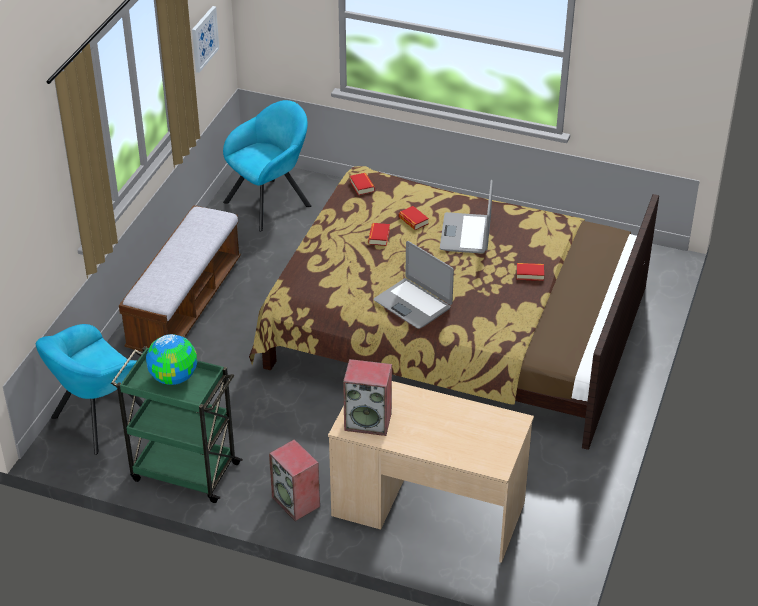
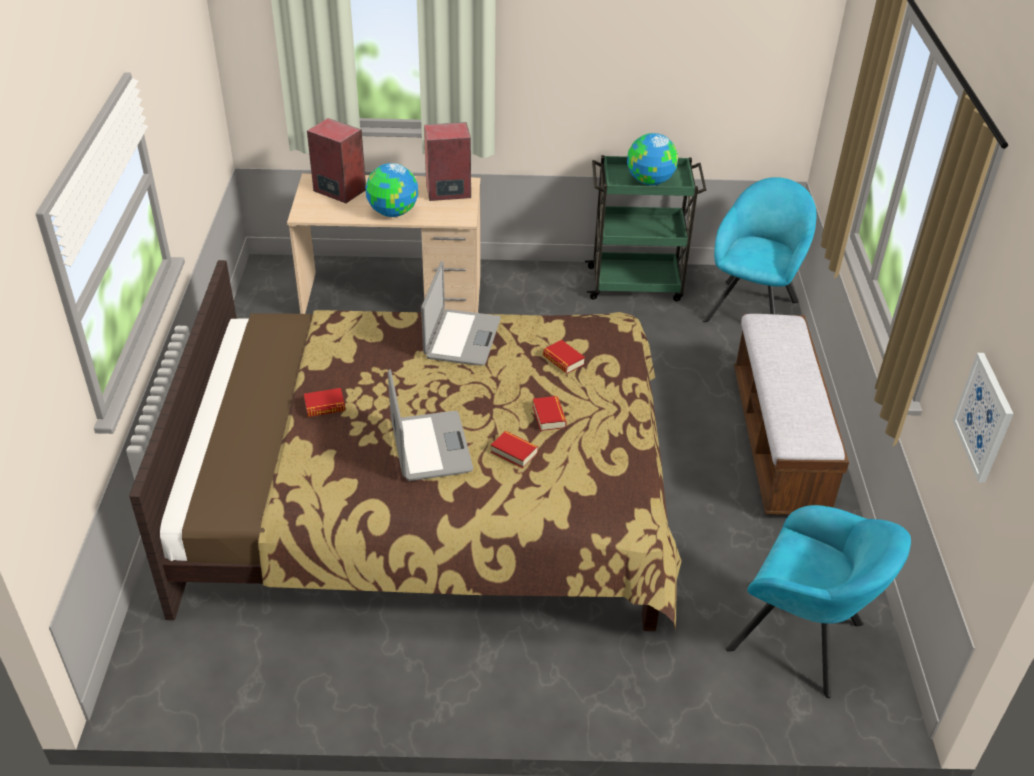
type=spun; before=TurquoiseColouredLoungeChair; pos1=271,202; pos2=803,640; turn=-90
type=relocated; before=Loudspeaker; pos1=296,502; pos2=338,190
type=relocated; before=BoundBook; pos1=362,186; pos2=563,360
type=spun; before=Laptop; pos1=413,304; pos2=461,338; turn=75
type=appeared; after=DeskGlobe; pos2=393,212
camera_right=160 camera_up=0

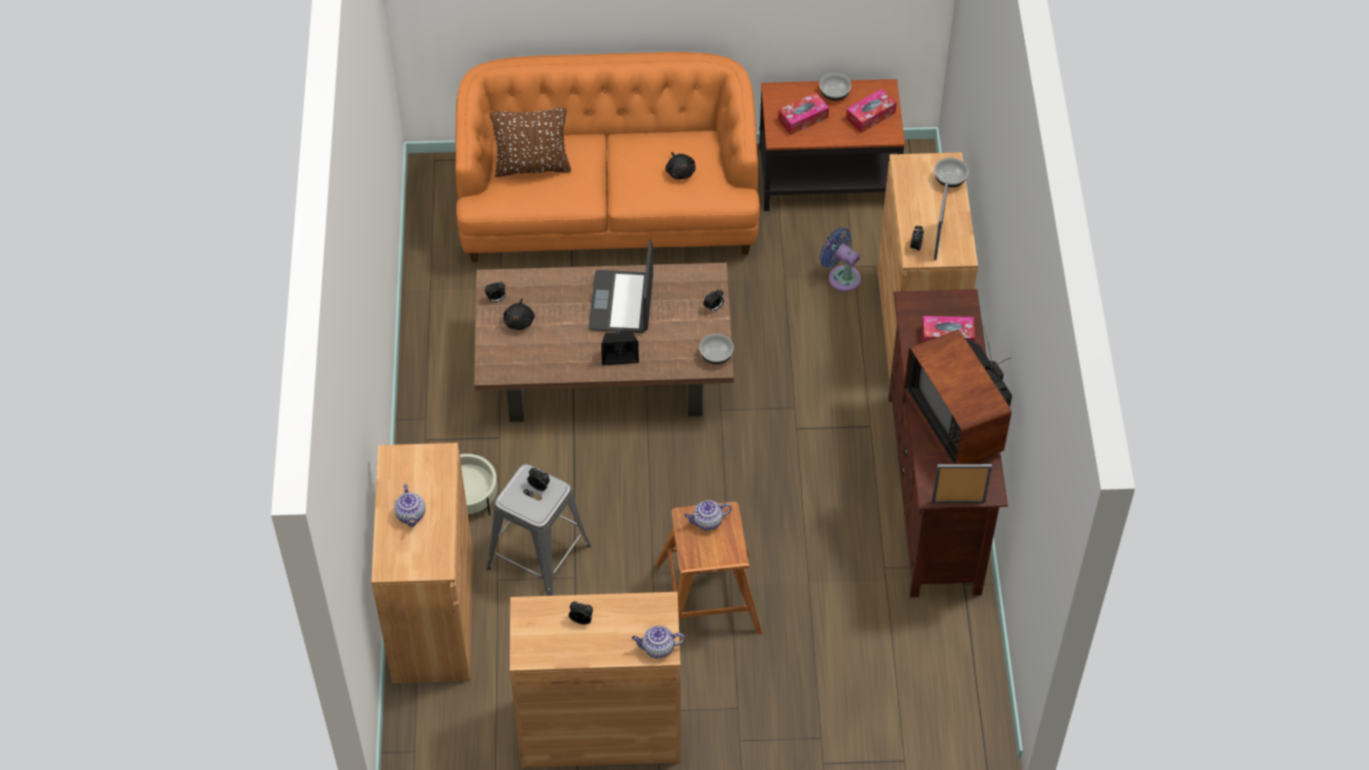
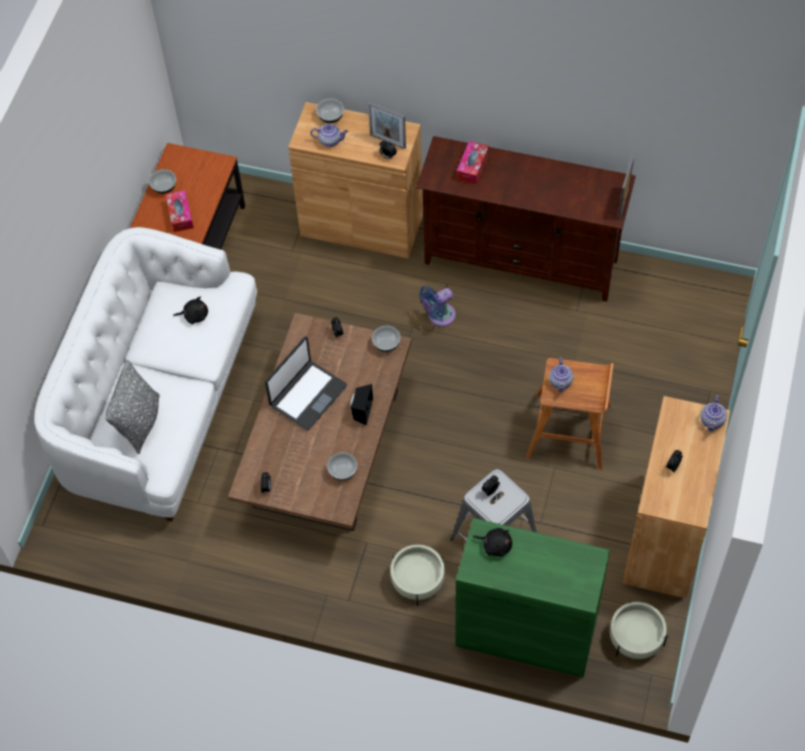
type=colour; before=BrownishCupboard; after=GreenishCupboard; pos1=433,614; pos2=526,632
type=relocated; before=TeaPot; pos1=411,515; pos2=330,140
type=colour; before=OrangeColouredCouch; after=WhiteCouch; pos1=609,210; pos2=160,403
type=colour; before=BrownishCushion; after=GrayCushion; pos1=532,166; pos2=139,422
type=relocated; before=BlackishPlushToy; pos1=519,321; pos2=495,545
type=spun; before=Laptop; pos1=622,303; pos2=307,395; turn=-75
type=relocated; before=BlueFan; pos1=841,276; pos2=439,316
type=missing; before=TissueHolder; pos1=870,116
type=missing; before=TvSet; pos1=960,420
type=appeared; after=Bowl; pos2=342,471
type=appeared; after=SandColouredPlantPot; pos2=636,637
camera_right=-70 camera_up=5

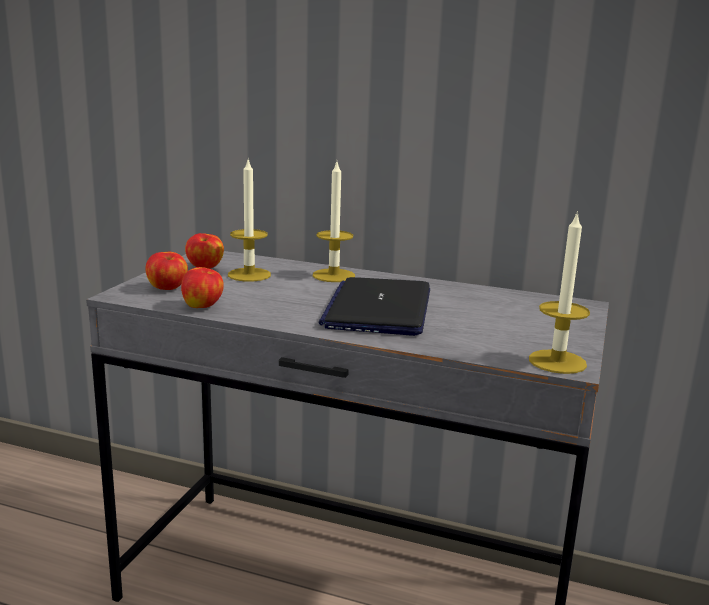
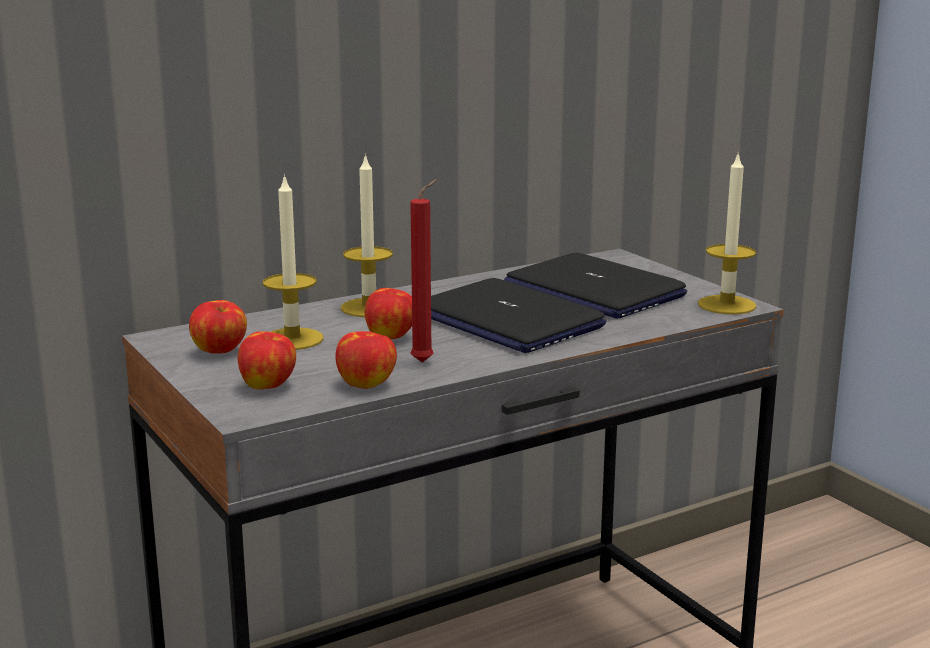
type=appeared; after=AppleFruit; pos2=391,337
type=appeared; after=ReddishWaxCandle; pos2=425,361
type=appeared; after=Laptop; pos2=592,290
camera_right=-50 camera_up=0

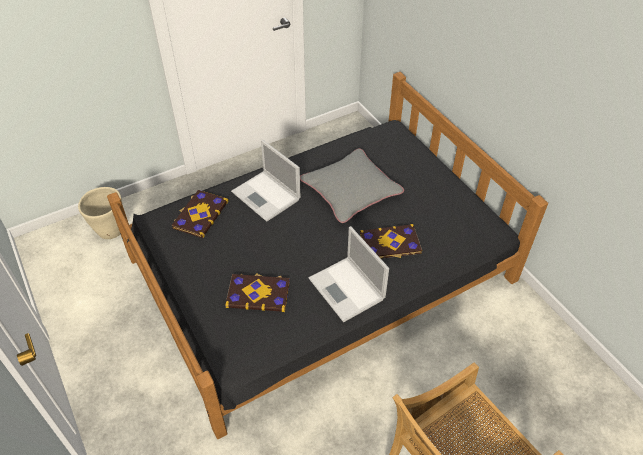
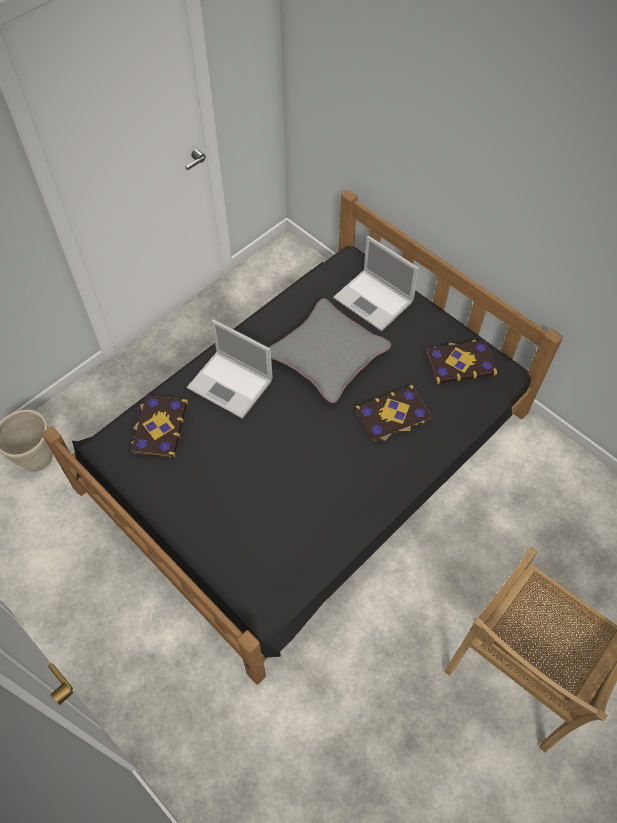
type=relocated; before=BoundBook; pos1=258,293; pos2=460,362
type=relocated; before=Laptop; pos1=347,289; pos2=374,300
camera_right=-15 camera_up=10

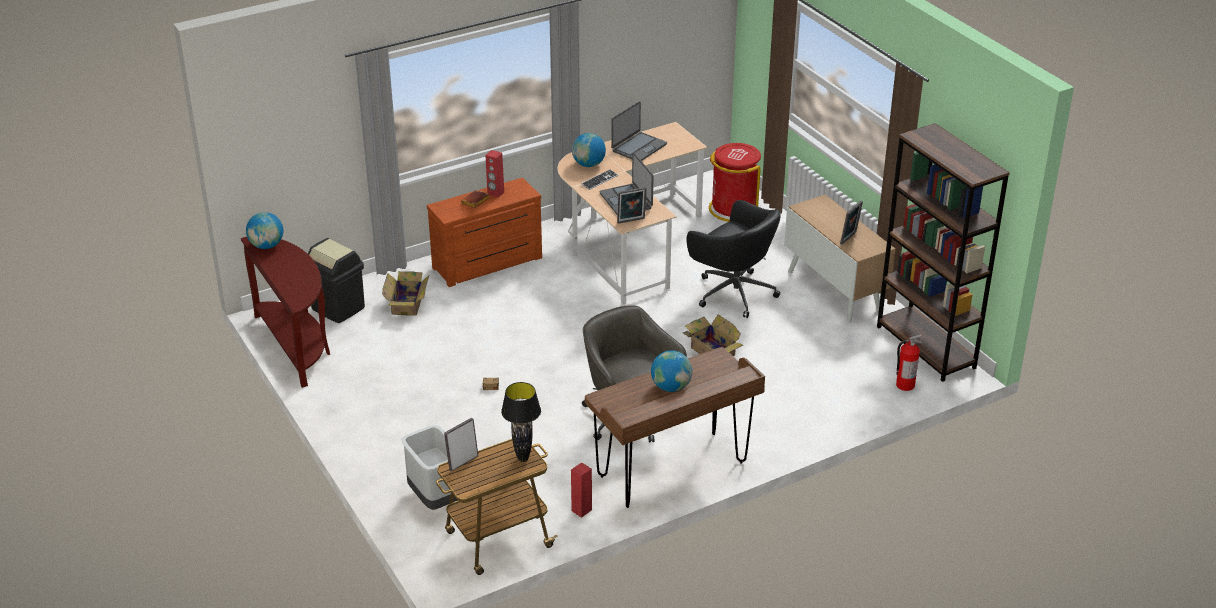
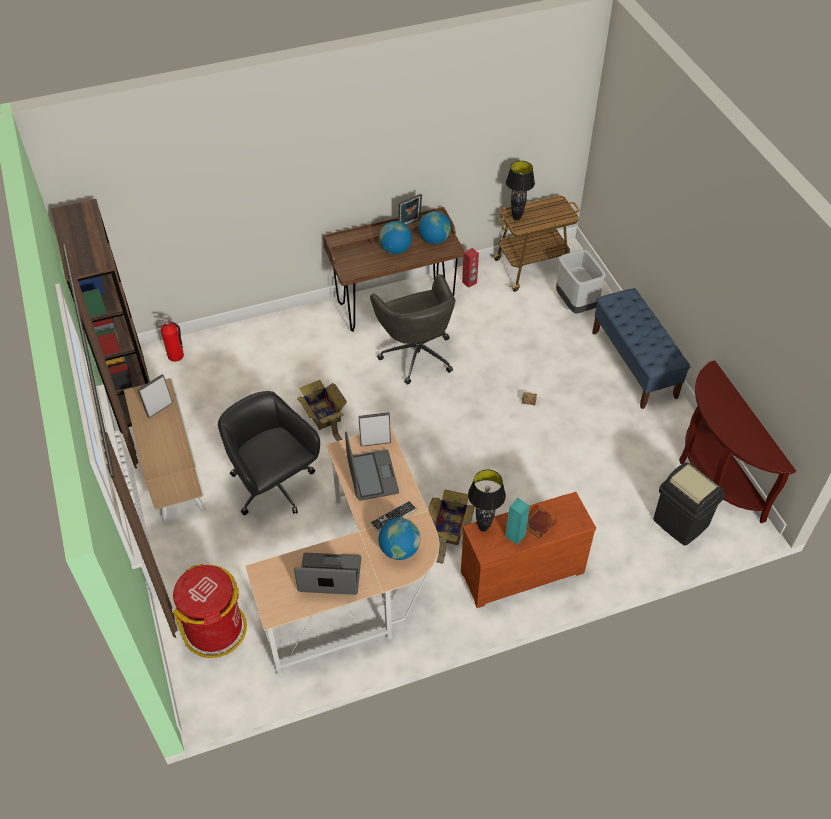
type=relocated; before=DeskGlobe; pos1=267,246; pos2=434,240
type=relocated; before=Carton; pos1=408,303; pos2=448,529
type=relocated; before=StandingFrame; pos1=462,462; pos2=409,224
type=colour; before=ReddishLoudspeaker; after=TurquoiseColouredLoudspeaker; pos1=495,193; pos2=515,536
type=spun; before=Laptop; pos1=638,147; pos2=330,576; turn=45
type=appeared; after=BlackishLampForATable; pos2=483,528
type=appeared; after=BlueIndoorBench; pos2=634,365
camera_right=-170 camera_up=15

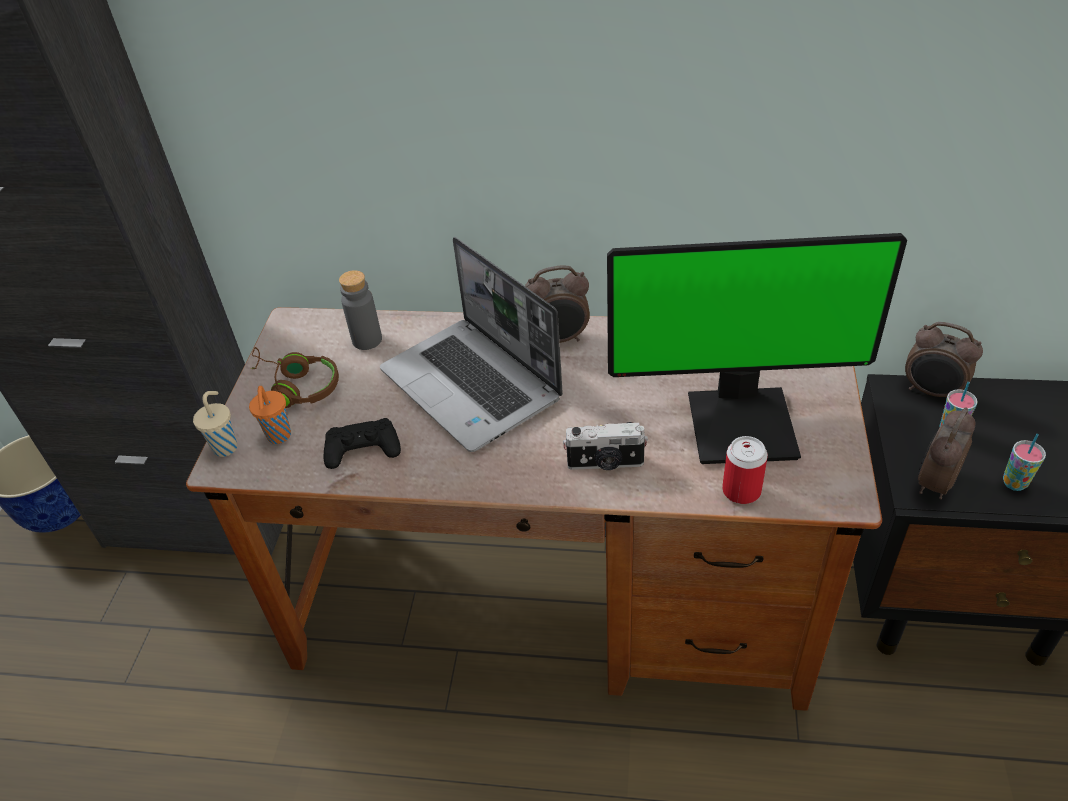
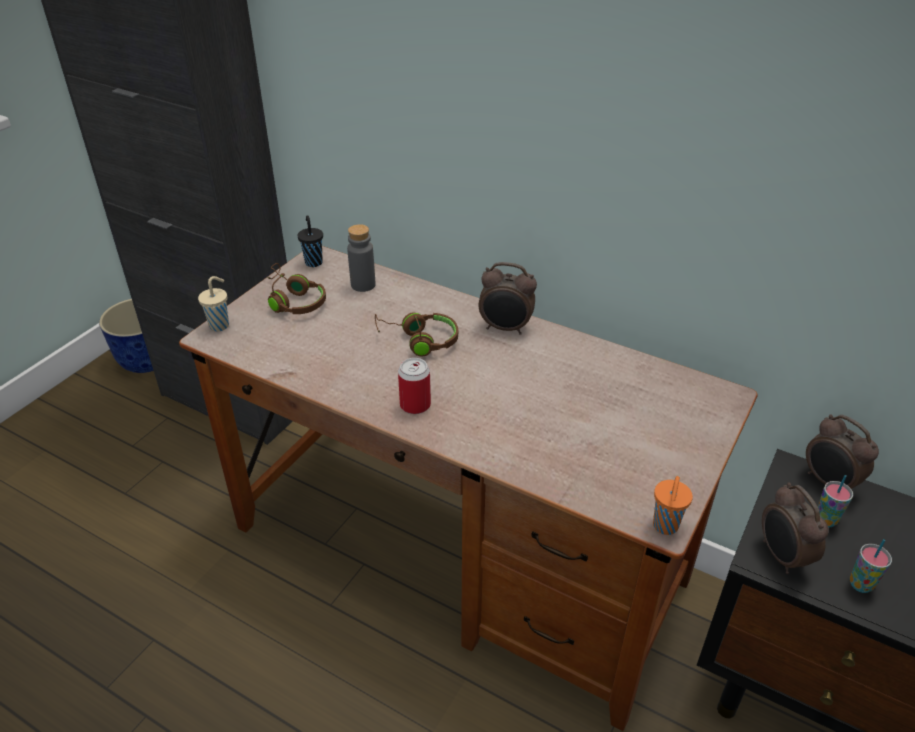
type=relocated; before=OrangeColouredCup; pos1=279,437; pos2=665,527
type=missing; before=BlackishJoypad; pos1=363,449
type=exchanged; before=Laptop; after=BrownishHeadset; pos1=473,385; pos2=418,340
type=missing; before=PhotoCamera; pos1=605,464
type=missing; before=ComputerDisplay; pos1=742,422
type=relocated; before=SealedCan; pos1=741,490; pos2=415,405
type=spun; before=BedsideClock; pos1=934,483; pos2=781,556; turn=-75
type=appeared; after=BlackishCup; pos2=313,262
camera_right=20 camera_up=-5

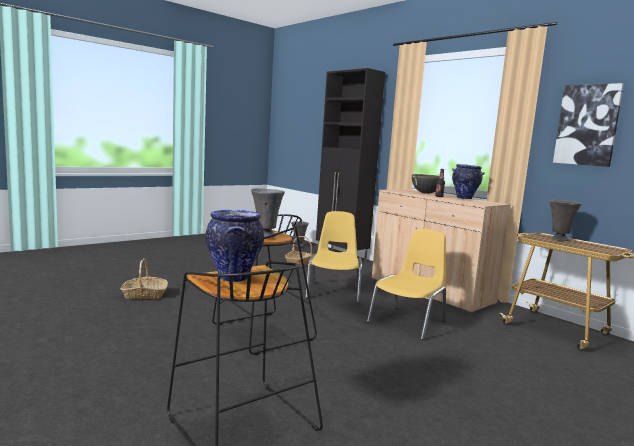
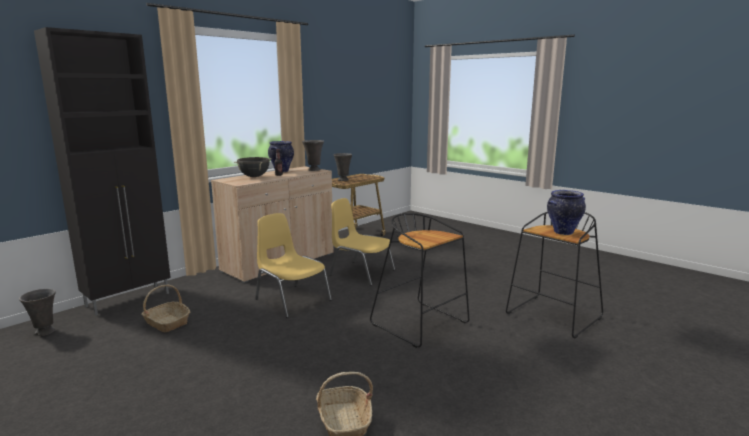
type=relocated; before=GrayDecorativeVase; pos1=265,236; pos2=313,170
type=spun; before=YellowishPlainChair; pos1=333,292; pos2=292,299; turn=45
type=missing; before=Picture; pos1=587,125
camera_right=-95 camera_up=5

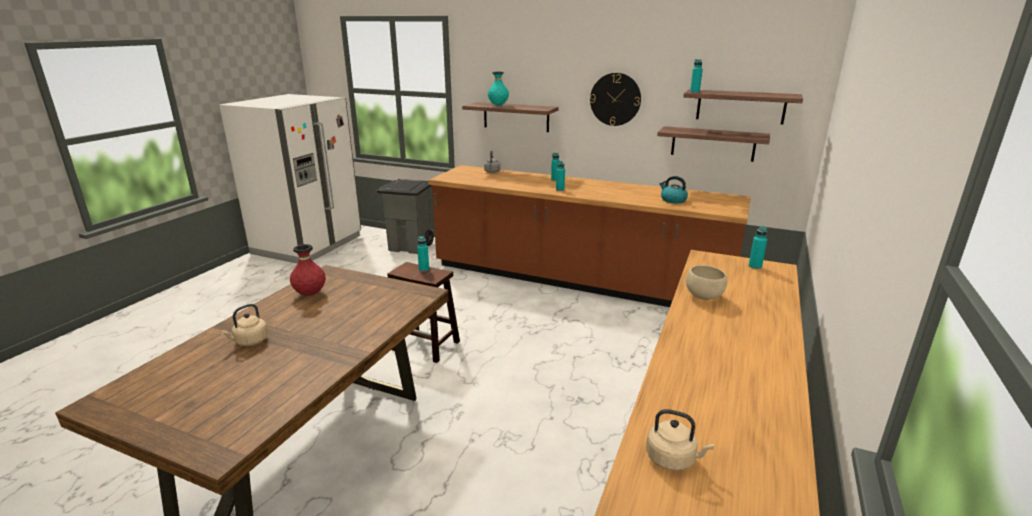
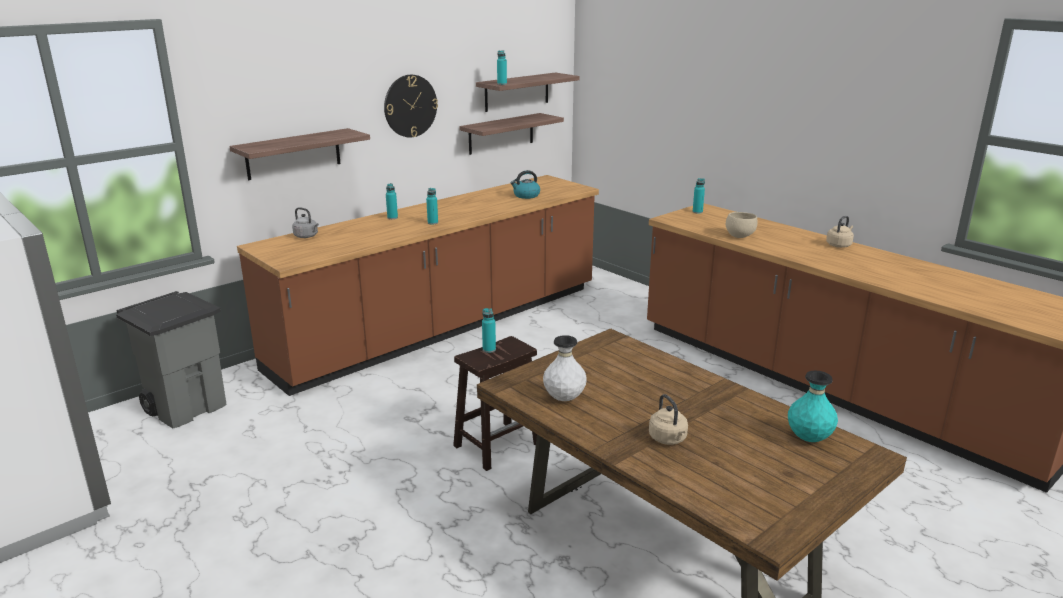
type=colour; before=ReddishDecorativeVase; after=WhiteDecorativeVase; pos1=310,294; pos2=564,398
type=relocated; before=TurquoiseColouredDecorativeVase; pos1=498,105; pos2=809,439
type=relocated; before=SandColouredTeaKettle; pos1=673,459; pos2=839,245
camera_right=-65 camera_up=0

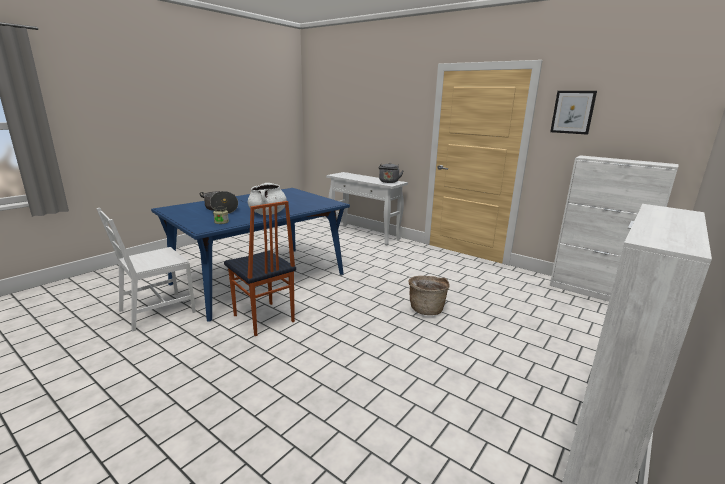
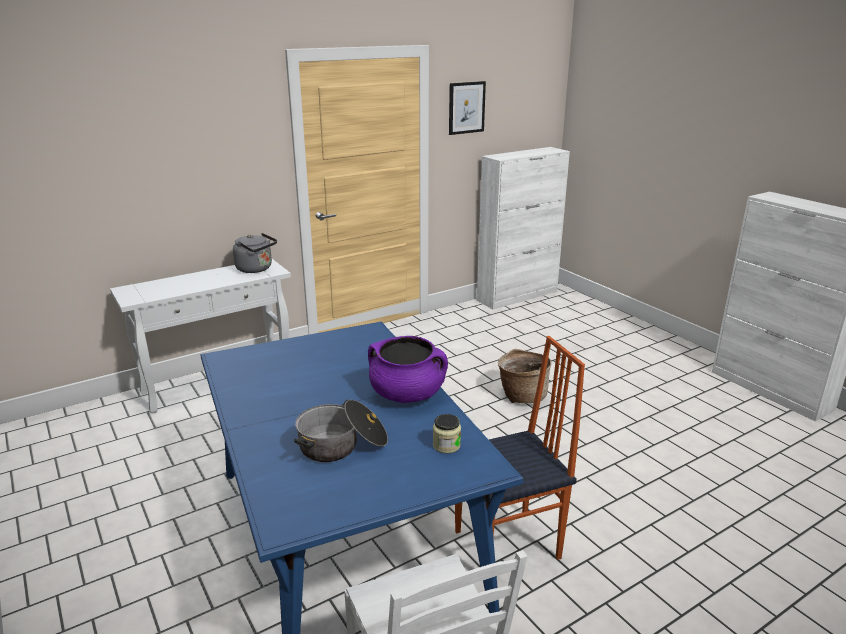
type=colour; before=WhiteCookingPot; after=PurpleColouredCookingPot; pos1=268,213; pos2=407,394
camera_right=-70 camera_up=5

